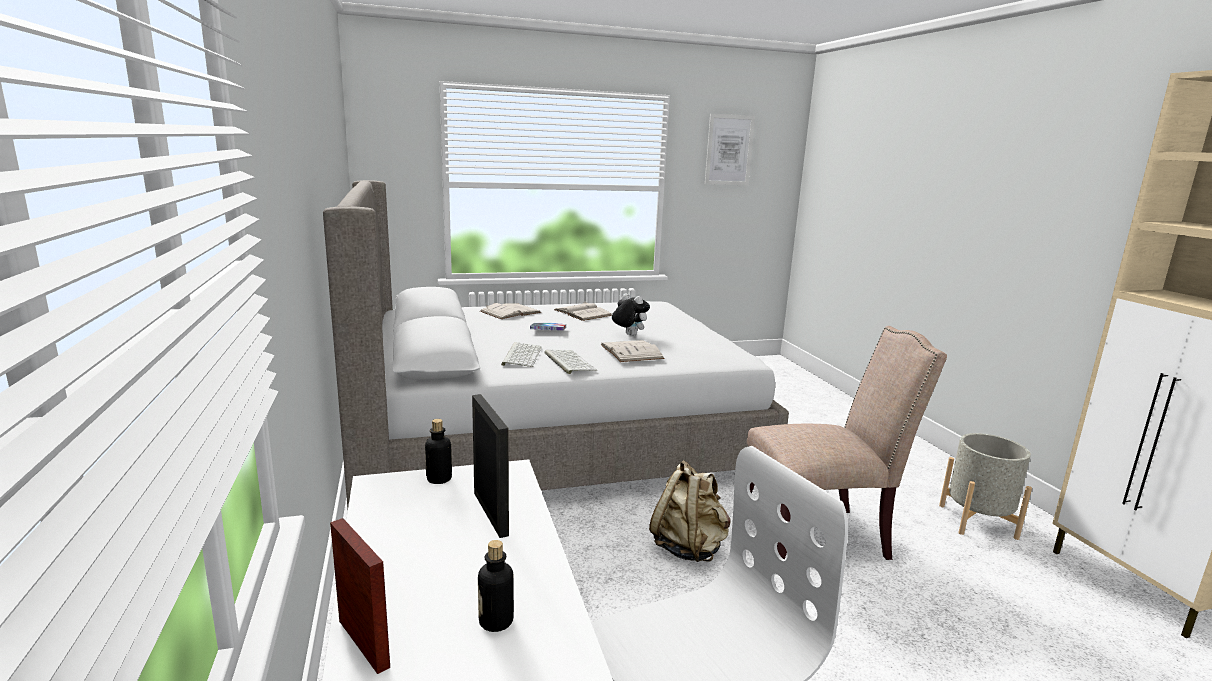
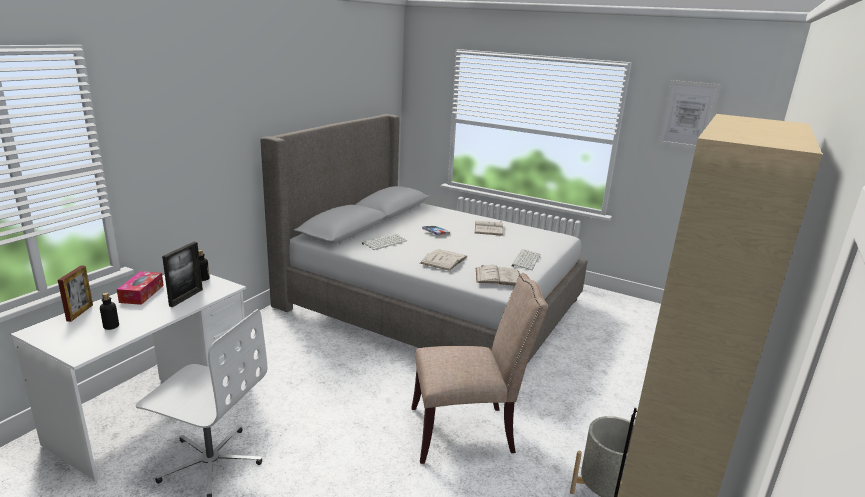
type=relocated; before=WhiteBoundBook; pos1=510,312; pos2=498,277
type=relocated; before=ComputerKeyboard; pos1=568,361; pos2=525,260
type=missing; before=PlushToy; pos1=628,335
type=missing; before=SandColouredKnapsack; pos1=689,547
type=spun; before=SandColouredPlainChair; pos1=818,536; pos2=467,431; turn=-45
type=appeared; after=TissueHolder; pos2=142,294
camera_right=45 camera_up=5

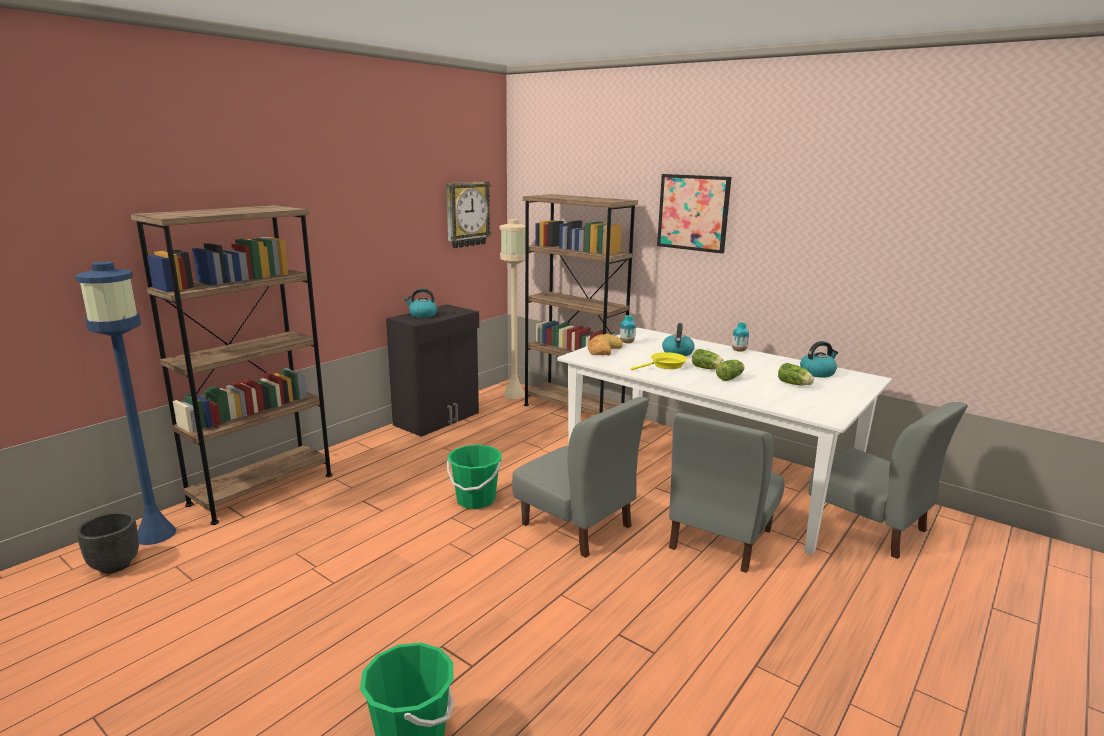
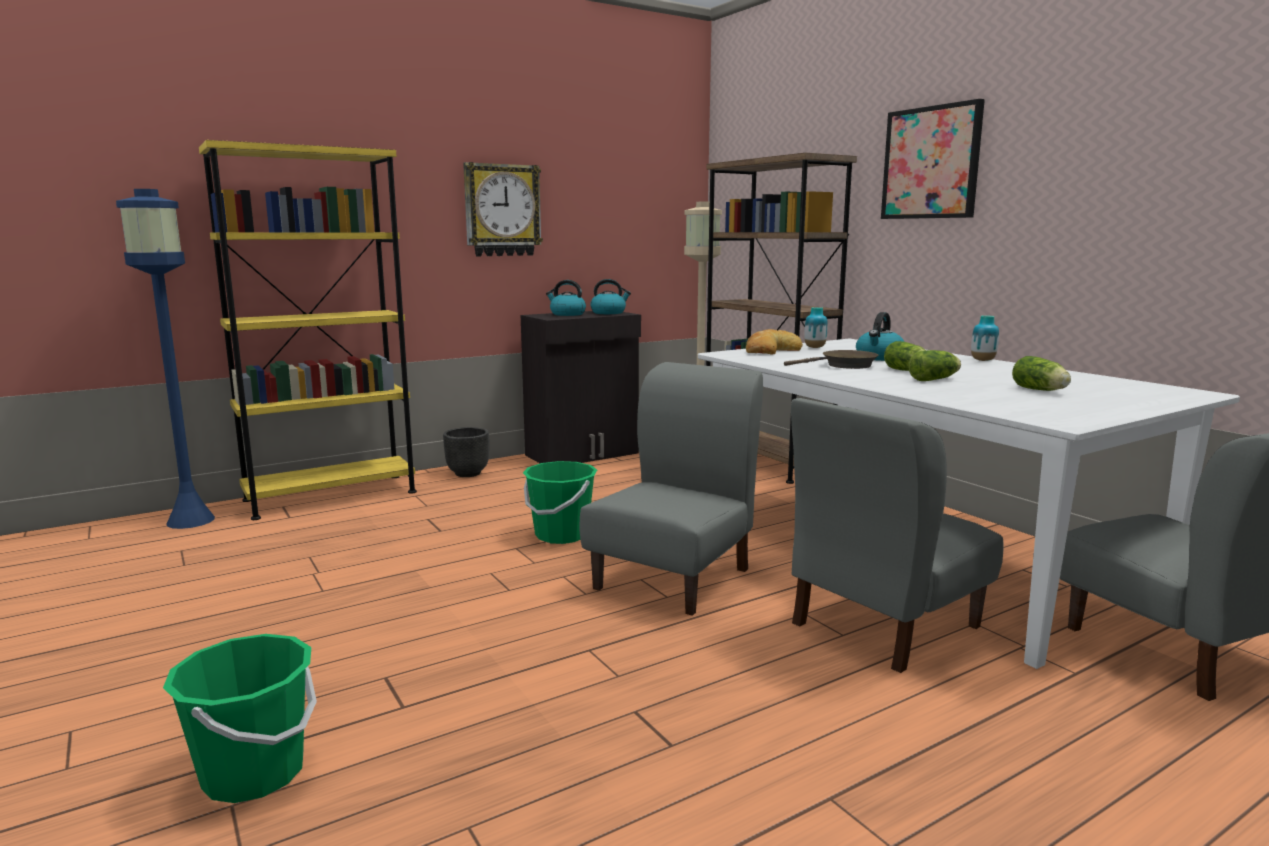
type=relocated; before=BlackishPlantPot; pos1=115,565; pos2=468,473
type=colour; before=BrownishBookshelf; after=YellowishBookshelf; pos1=262,489; pos2=331,496
type=relocated; before=ClockOnTheWall; pos1=467,214; pos2=502,210
type=spun; before=GrayPlainChair; pos1=577,525; pos2=674,578; turn=-120
type=colour; before=YellowishFryingPan; after=BrownishFryingPan; pos1=665,365; pos2=844,365
type=relocated; before=TeaKettle; pos1=817,373; pos2=609,313
camera_right=20 camera_up=-5

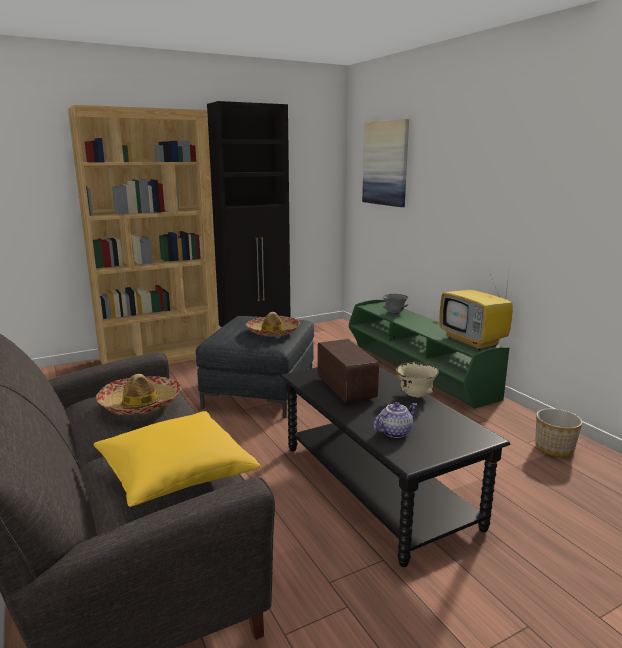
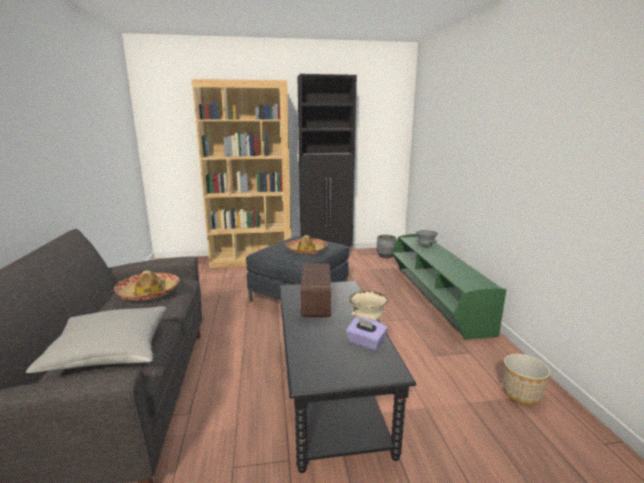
type=colour; before=YellowishCushion; after=GrayCushion; pos1=175,474; pos2=110,352
type=missing; before=Picture; pos1=386,163
type=missing; before=TeaPot; pos1=394,432
type=missing; before=TvSet; pos1=474,342
type=appeared; after=PurpleColouredTissueHolder; pos2=365,343
type=appeared; after=GrayPlantPot; pos2=385,256
camera_right=20 camera_up=0

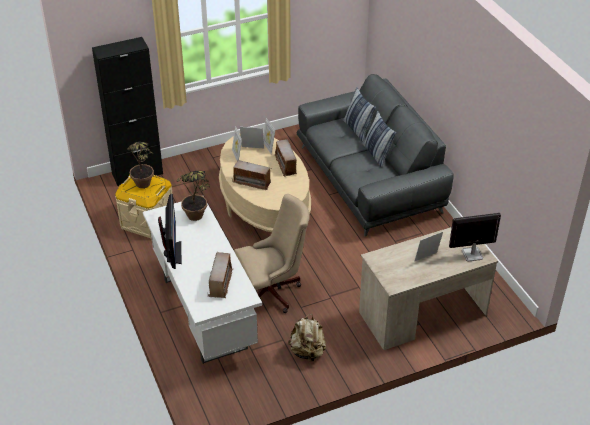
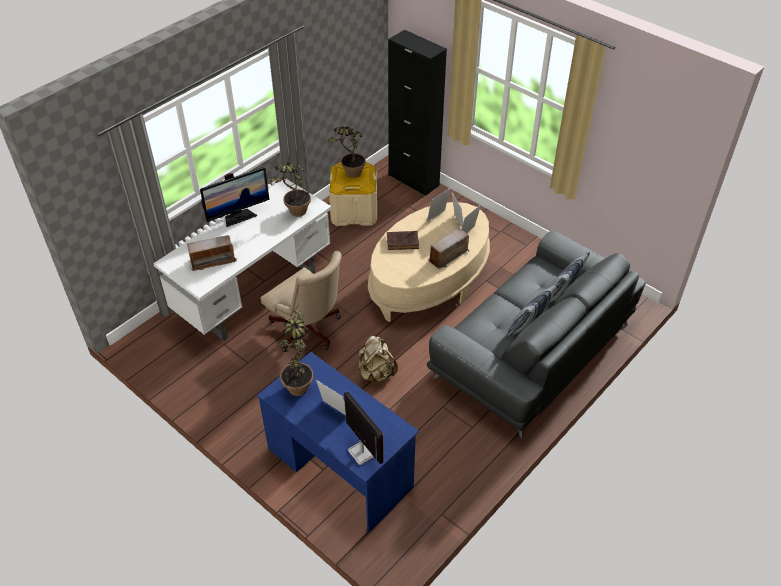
type=exchanged; before=RadioReceiver; after=BrownishBoundBook; pos1=252,182; pos2=403,242
type=relocated; before=SandColouredKnapsack; pos1=307,352; pos2=376,373
type=colour; before=SandColouredDeskUnit; after=BlueDeskUnit; pos1=422,314; pos2=339,467
type=appeared; after=Houseplant; pos2=299,382
camera_right=65 camera_up=5

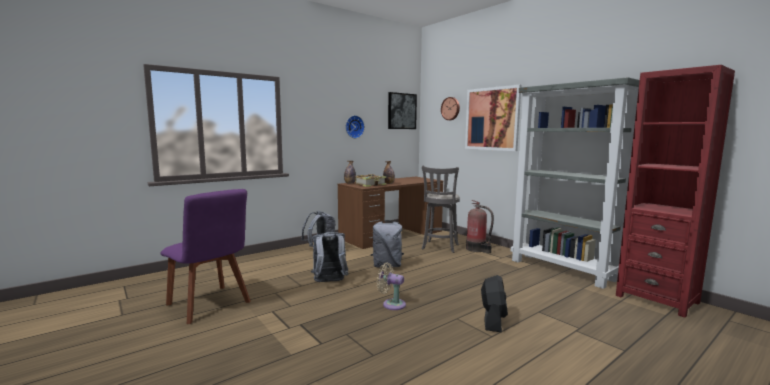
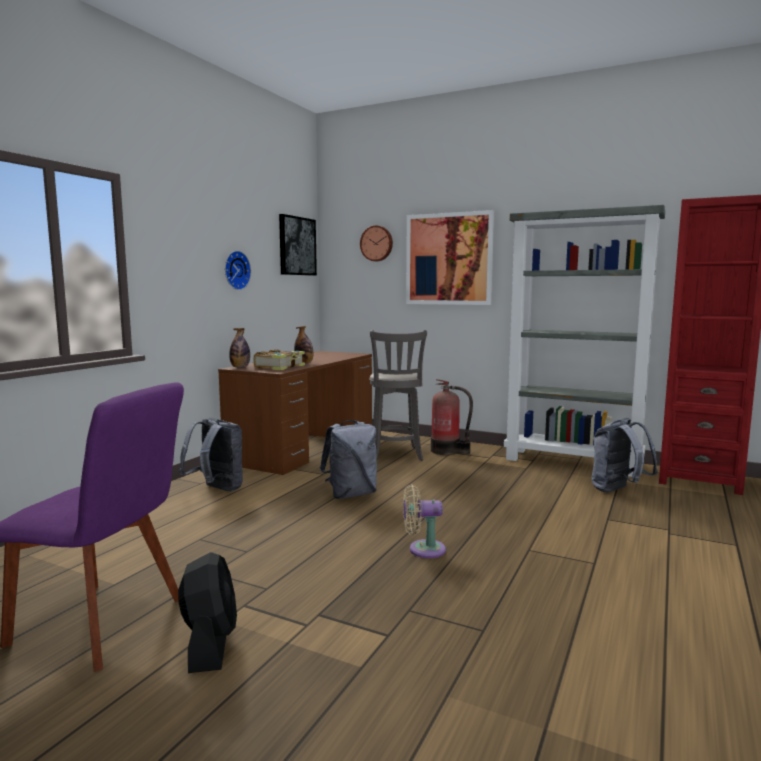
type=relocated; before=GrayKnapsack; pos1=329,282; pos2=618,491
type=relocated; before=BlackishFan; pos1=493,320; pos2=210,643
camera_right=-25 camera_up=0

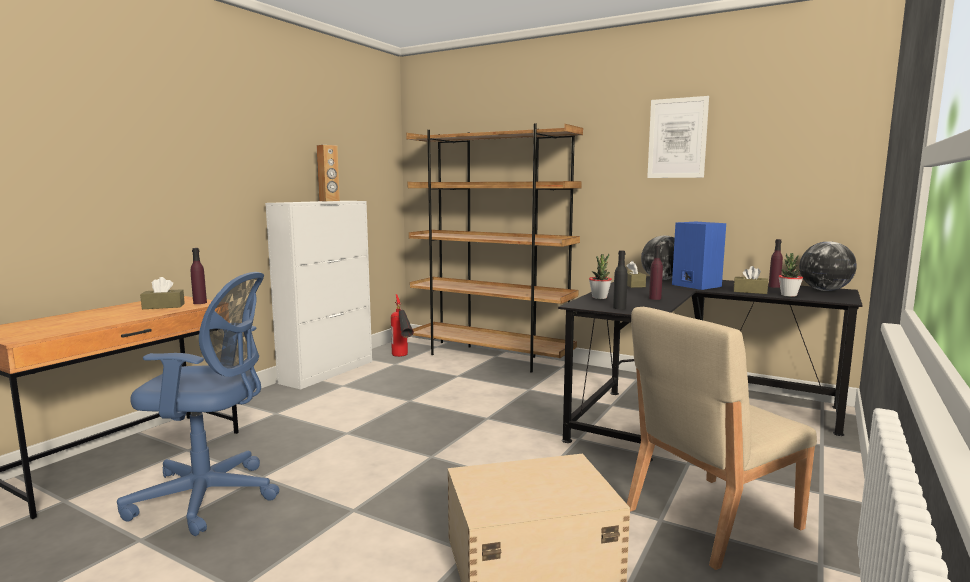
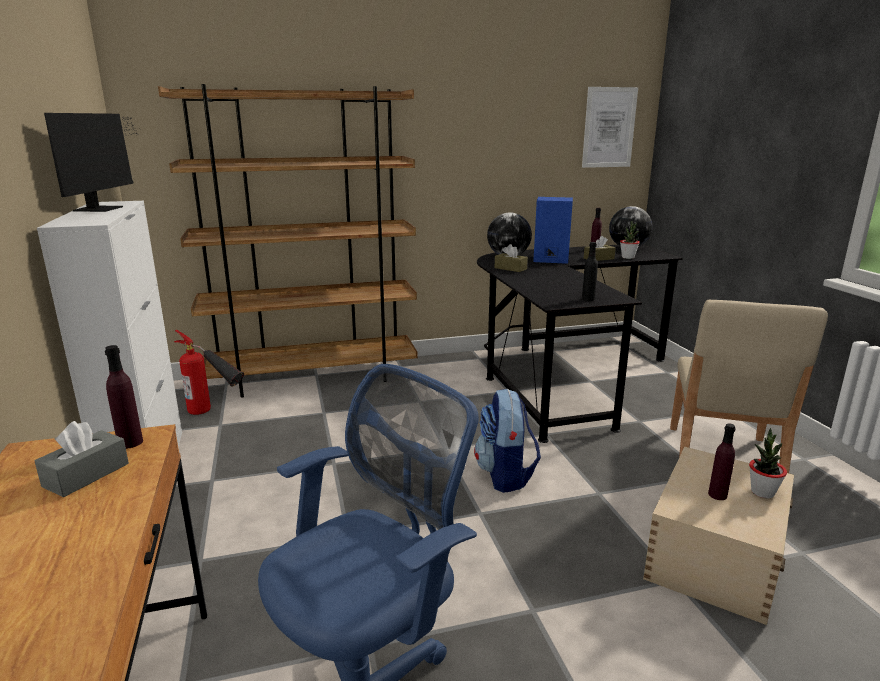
type=colour; before=BrownishTissueHolder; after=GrayTissueHolder; pos1=163,306; pos2=86,475
type=exchanged; before=BrownishLoudspeaker; after=ComputerDisplay; pos1=329,201; pos2=103,208
type=relocated; before=Houseplant; pos1=599,297; pos2=762,492
type=relocated; before=Picture; pos1=677,138; pos2=609,127
type=relocated; before=PurpleColouredBeverageBottle; pos1=655,298; pos2=717,495
type=appeared; after=Knapsack; pos2=505,475
camera_right=-45 camera_up=10

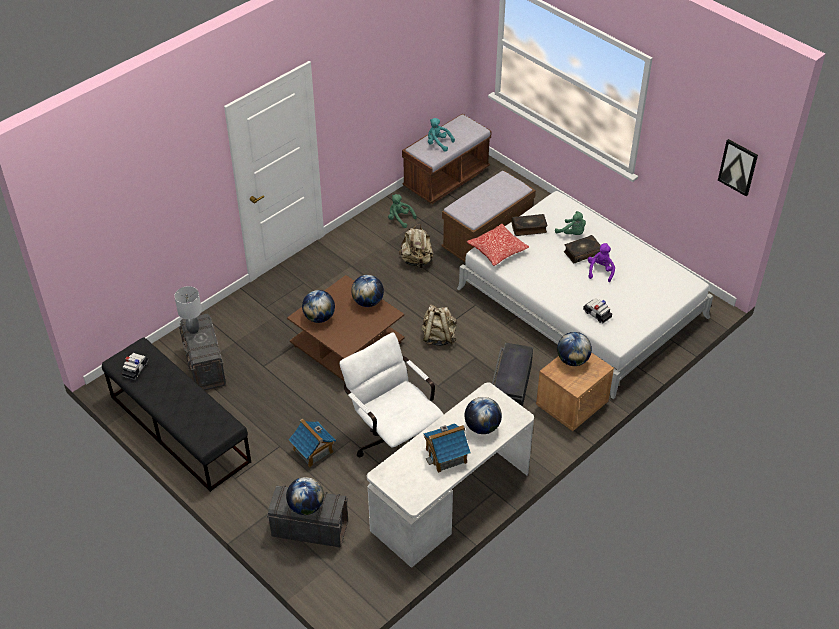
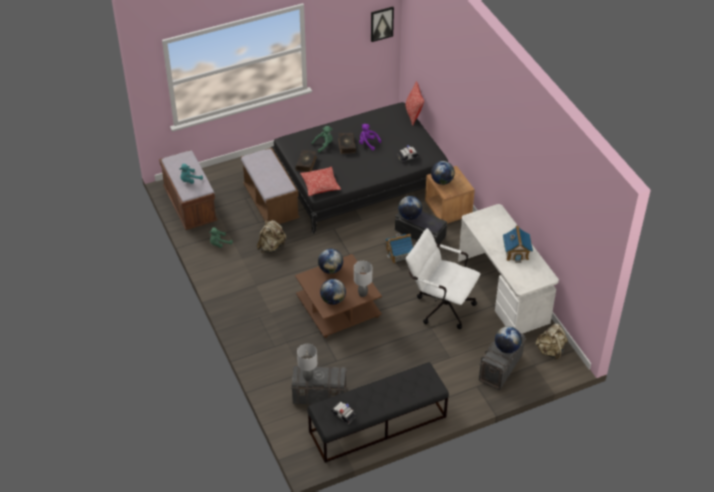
type=relocated; before=ToyHouse; pos1=313,451; pos2=399,254
type=spun; before=WhiteComputerChair; pos1=393,440; pos2=440,305; turn=45
type=relocated; before=SandColouredKnapsack; pos1=438,337; pos2=550,350
type=colour; before=WhiteBed; after=BlackishBed; pos1=581,303; pos2=360,176
type=relocated; before=DeskGlobe; pos1=482,427; pos2=409,216
type=appeared; after=GrayLampForATable; pos2=363,293
type=appeared; after=Cushion; pos2=413,114
camera_right=-70 camera_up=0

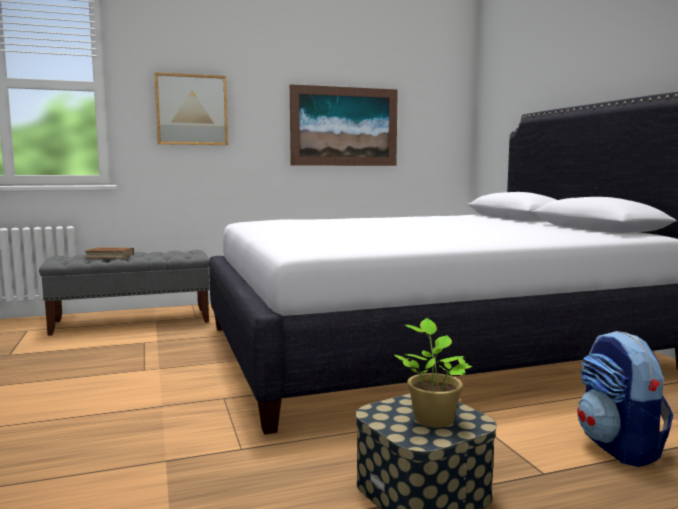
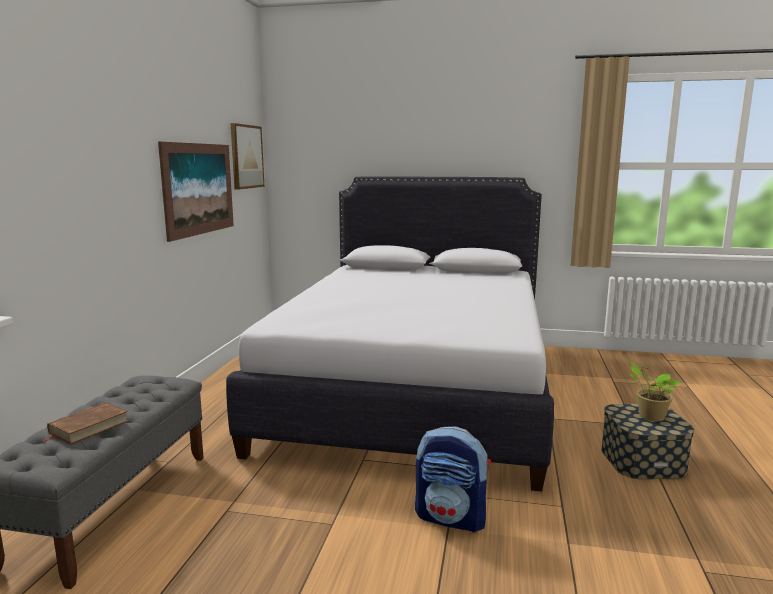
type=relocated; before=Picture; pos1=191,110; pos2=246,156
type=relocated; before=Knapsack; pos1=619,447; pos2=451,518
camera_right=-60 camera_up=5

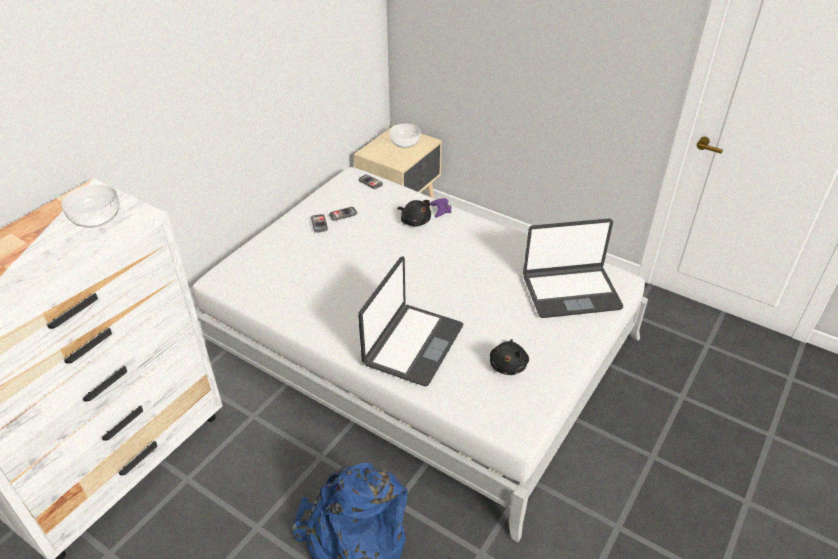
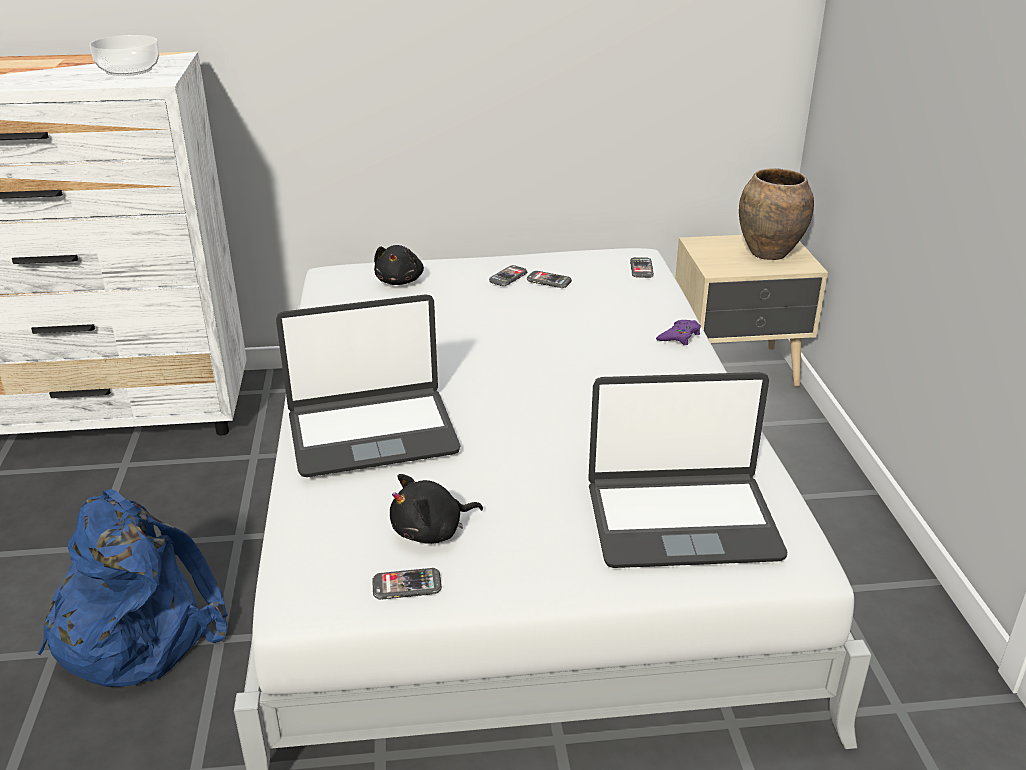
type=exchanged; before=Bowl; after=BrownishDecorativeVase; pos1=404,142; pos2=768,253
type=relocated; before=BlackishPlushToy; pos1=415,221; pos2=400,281
type=spun; before=Laptop; pos1=570,292; pos2=681,521; turn=-45
type=appeared; after=Handset; pos2=407,586
camera_right=50 camera_up=-10

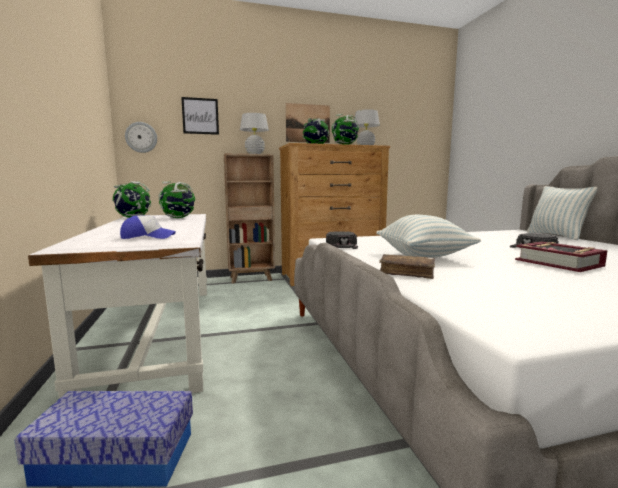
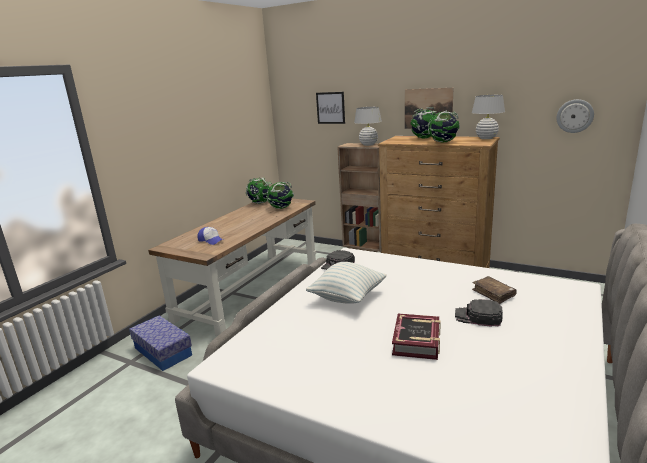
type=colour; before=WhiteDeskUnit; after=BrownishDeskUnit; pos1=158,331; pos2=251,288
type=relocated; before=ClockOnTheWall; pos1=141,137; pos2=574,116
type=relocated; before=BrownishBoundBook; pos1=406,272; pos2=493,294
type=missing; before=Cushion; pos1=556,235
camera_right=45 camera_up=10

